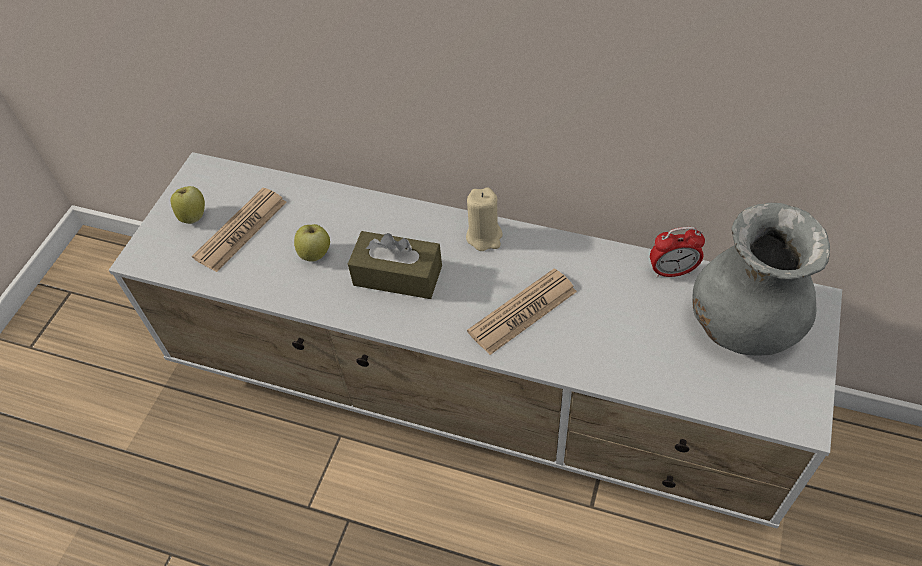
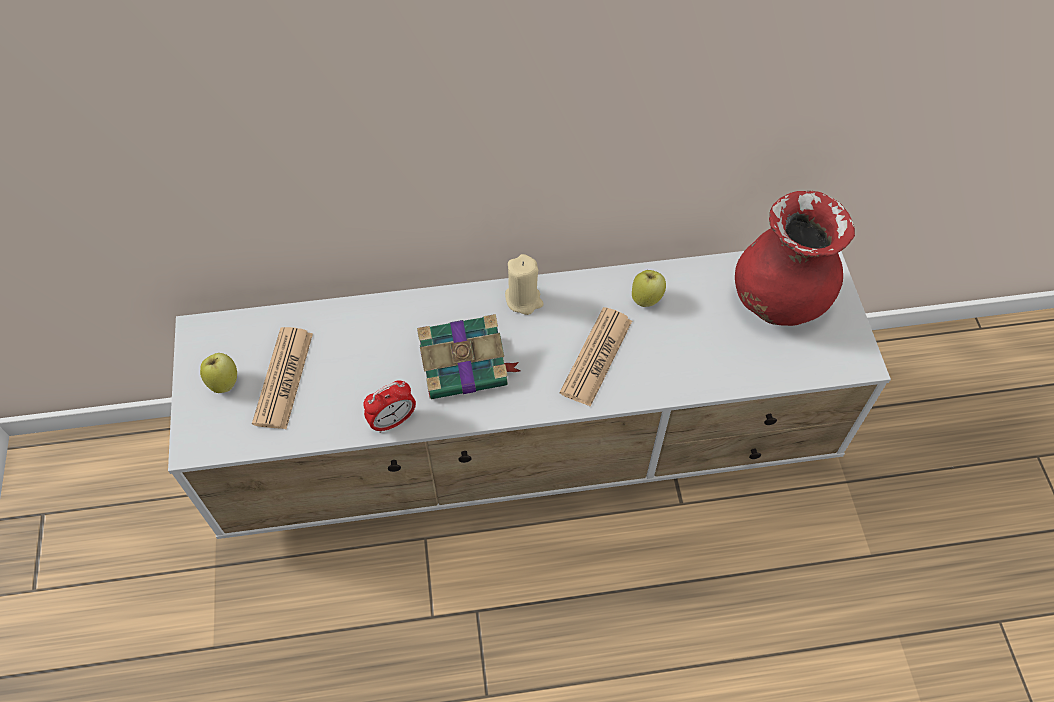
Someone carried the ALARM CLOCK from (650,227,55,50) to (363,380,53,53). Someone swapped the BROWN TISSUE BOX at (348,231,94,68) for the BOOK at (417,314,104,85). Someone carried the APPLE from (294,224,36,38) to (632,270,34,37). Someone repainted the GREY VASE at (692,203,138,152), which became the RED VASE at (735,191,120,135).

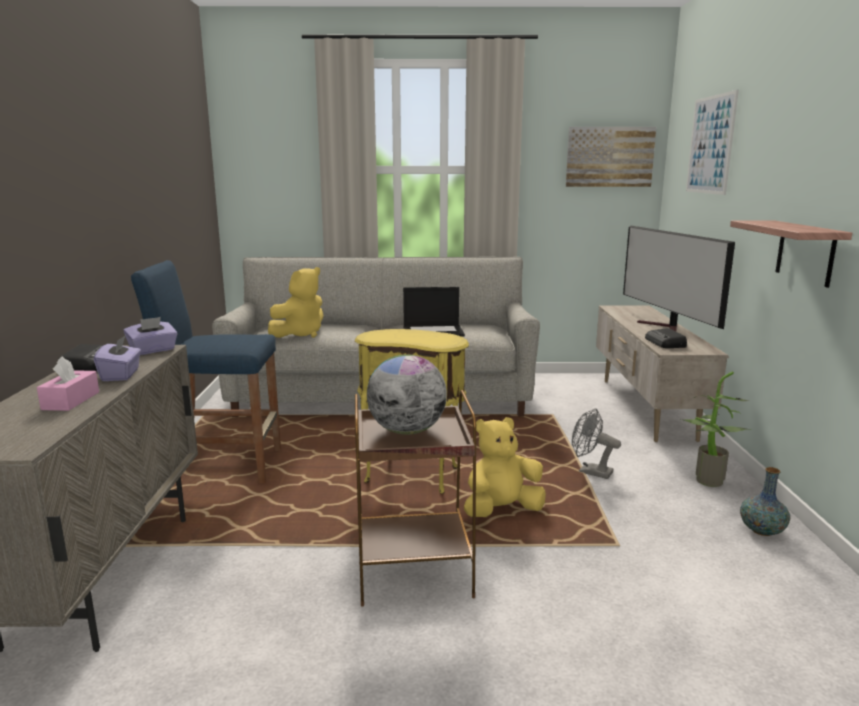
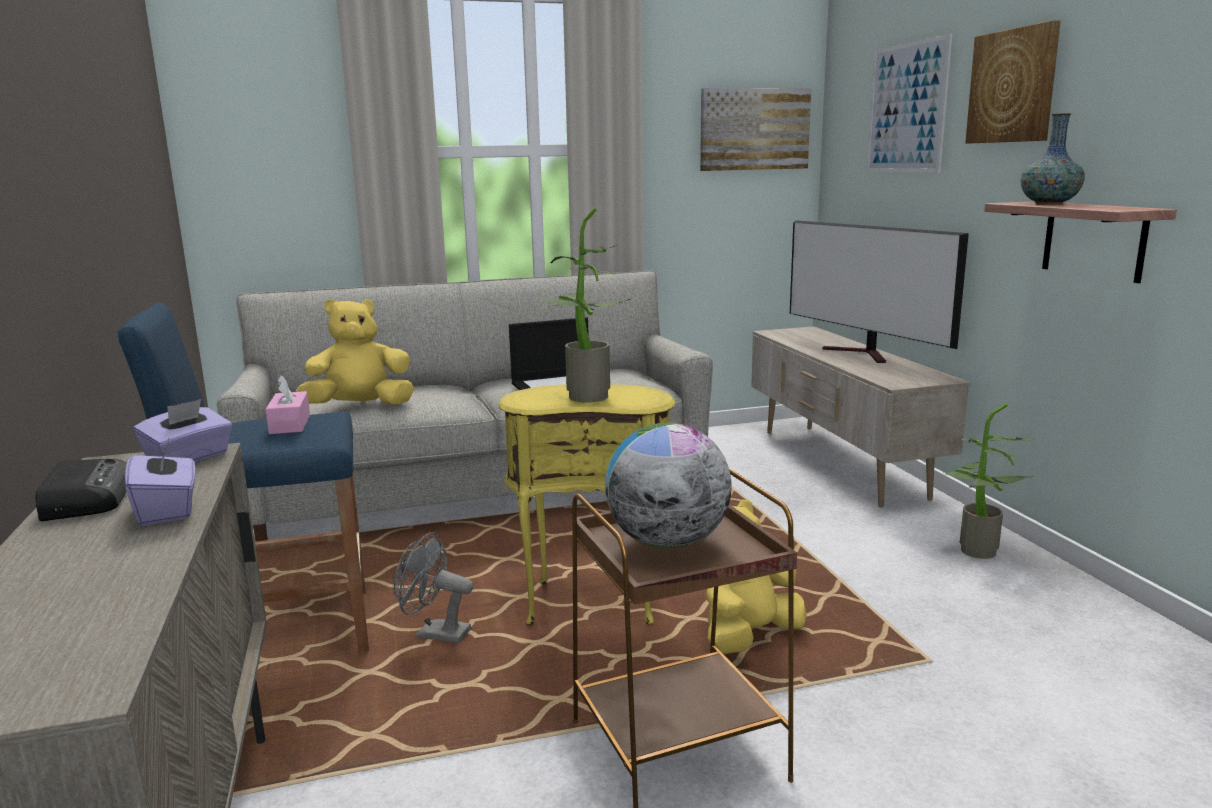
Someone carried the PINK TISSUE BOX from (37,356,62,55) to (265,376,45,58). Someone rotated the YELLOW PLUSH TOY at (268,267,55,71) by 135 degrees counterclockwise. Someone carried the GREY FAN from (572,408,49,71) to (394,532,79,111). Someone put down the POTTED PLANT at (532,207,98,196). Someone put up the PICTURE at (965,20,96,124). Someone carried the VASE from (740,467,50,69) to (1020,113,65,92). Someone took away the RADIO at (645,328,42,20).

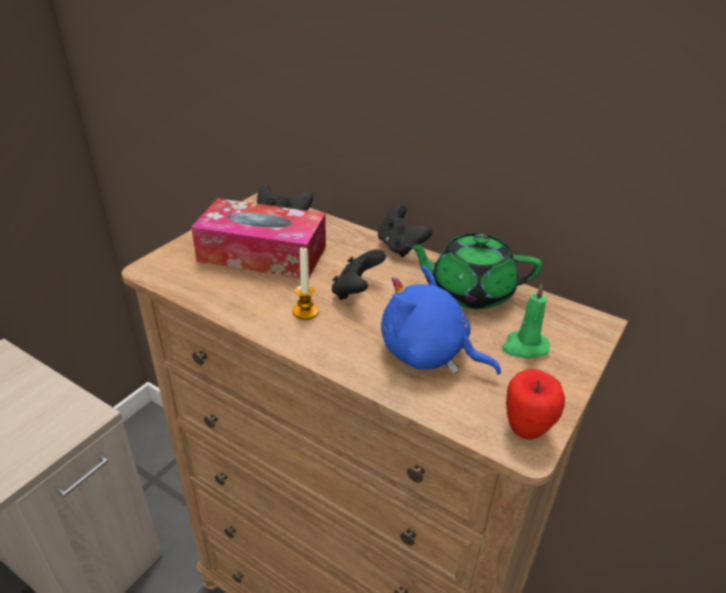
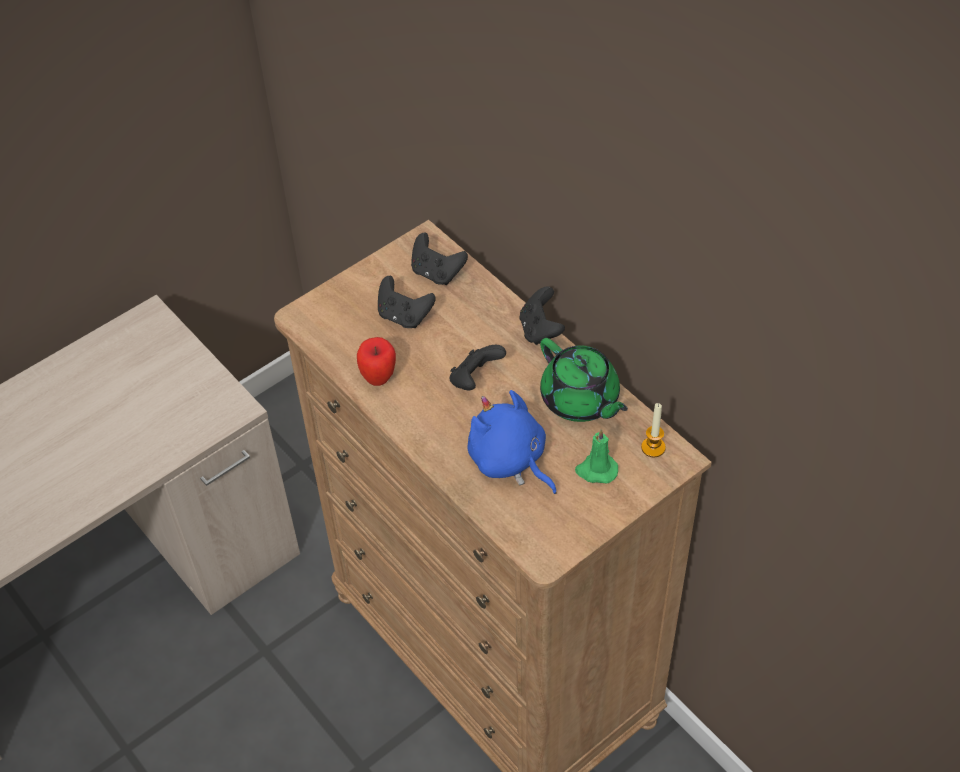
Someone carried the APPLE from (506,369,59,71) to (357,337,39,49). Someone swapped the TISSUE BOX at (191,198,135,80) for the BLACK GAME CONTROLLER at (378,276,58,52). Someone rotated the GREEN TEAPOT at (406,233,136,76) by 150 degrees counterclockwise. Someone carried the CANDLE from (293,246,26,74) to (641,403,25,54).

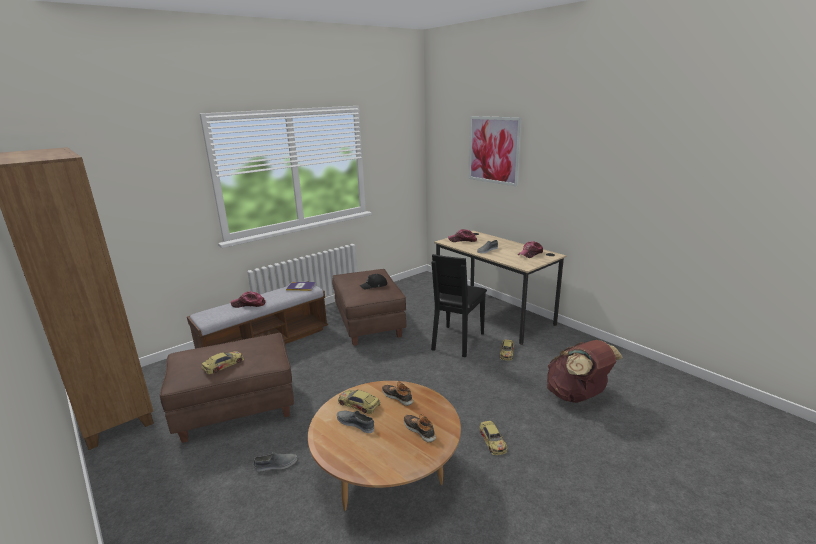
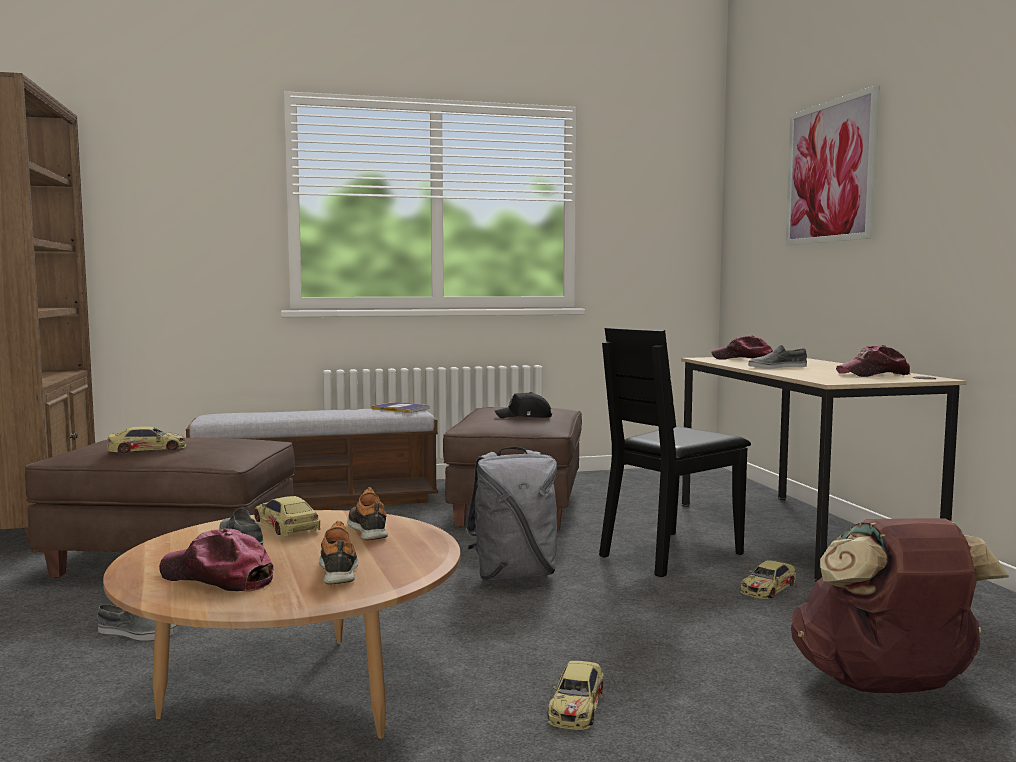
Someone carried the CAP from (231,291,34,17) to (159,528,114,64). Someone put down the GREY BACKPACK at (466,447,91,134).

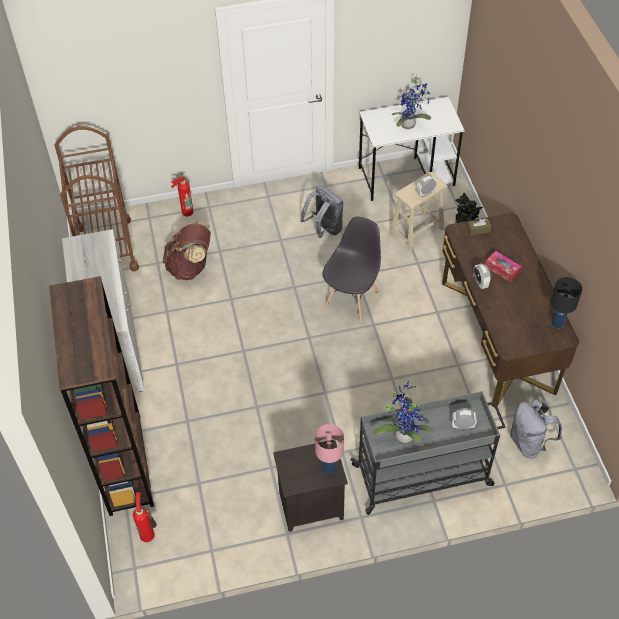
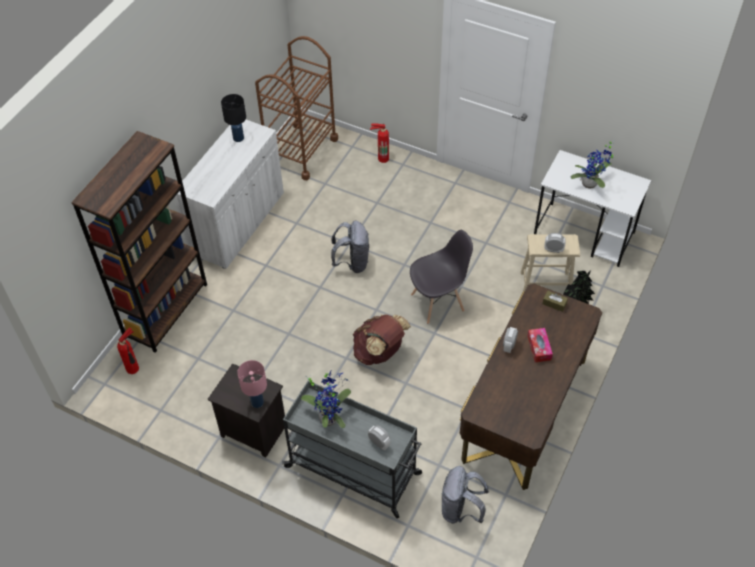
Someone carried the BLACK TABLE LAMP from (551,277,31,51) to (221,94,25,48). Someone carried the GREY BACKPACK from (300,186,43,52) to (331,221,38,52). Someone carried the BROWN BACKPACK from (163,221,48,59) to (353,314,58,51).

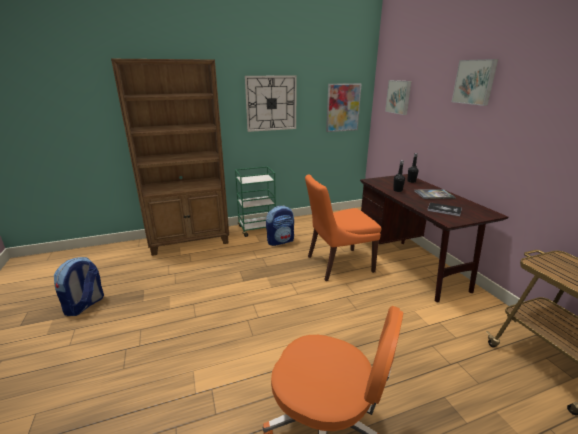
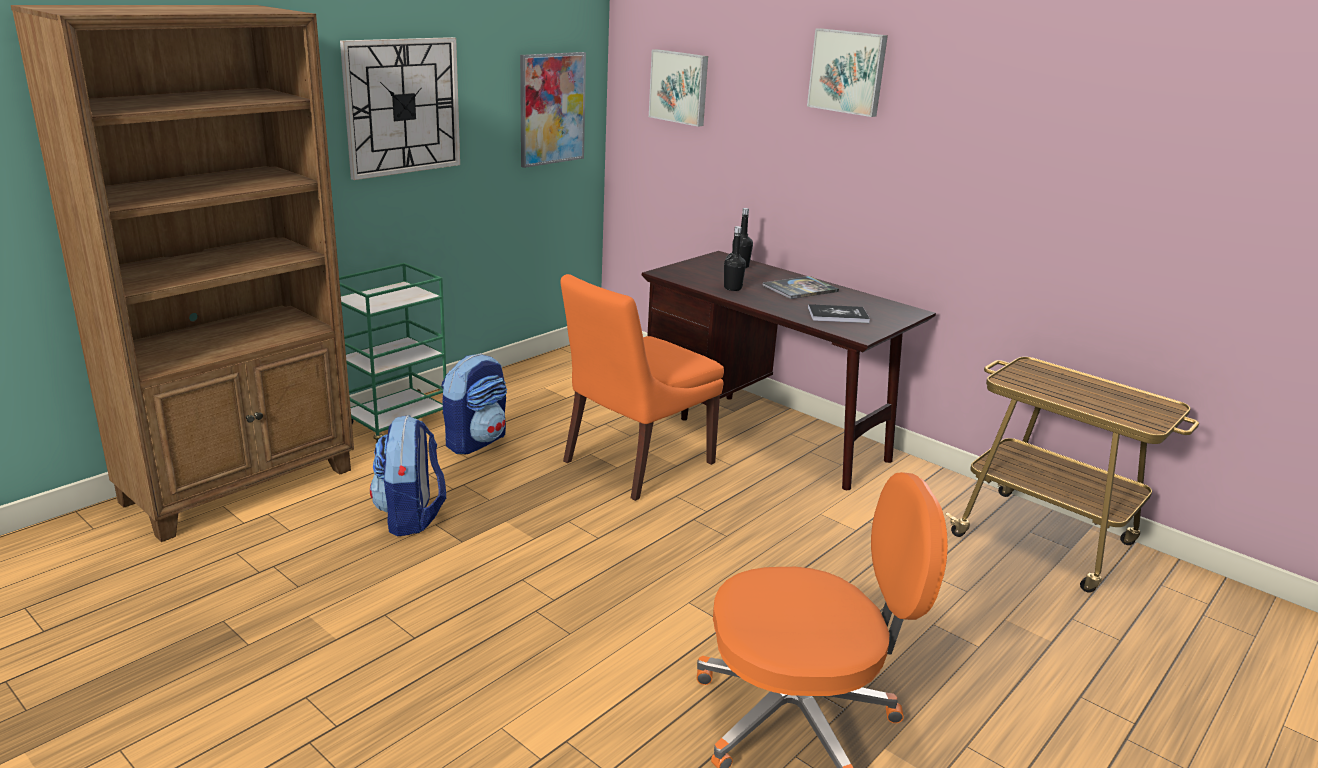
Someone carried the BACKPACK from (54,257,50,59) to (370,415,76,121).

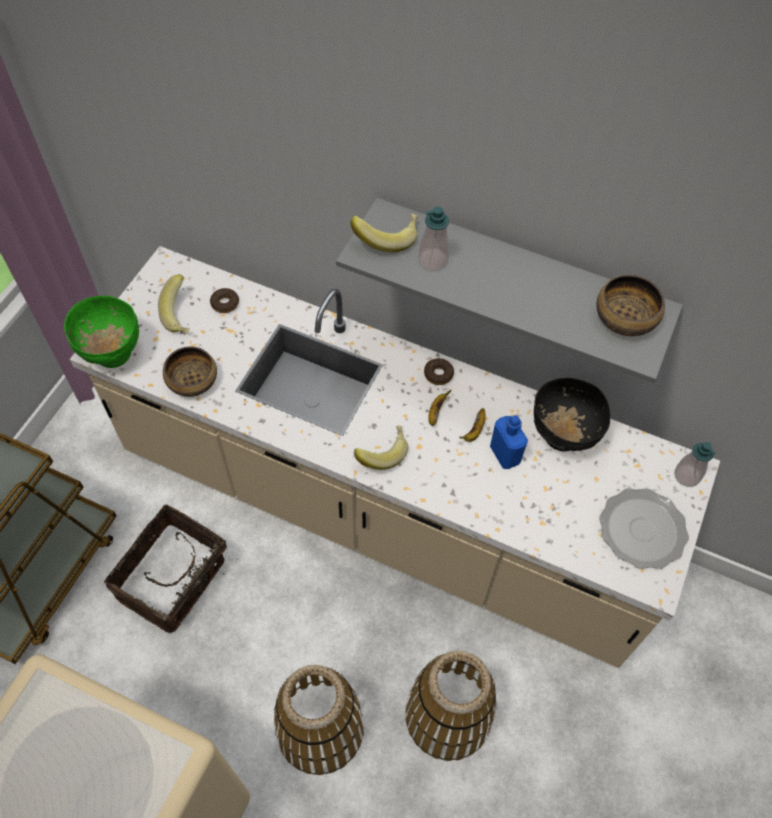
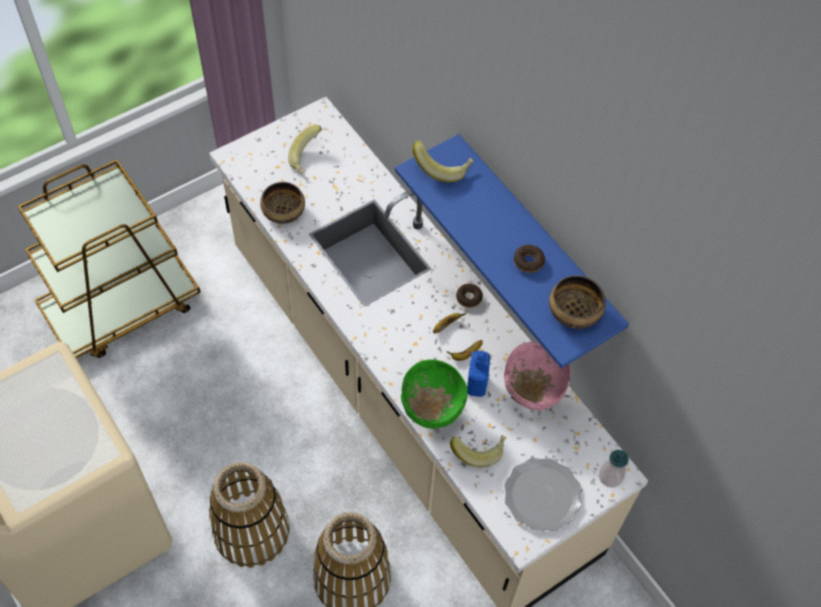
Someone repainted the GREY SHELF at (336,198,347,185), which became the BLUE SHELF at (395,134,234,235). Someone carried the GREEN BOWL from (64,296,75,72) to (401,359,67,70). Someone carried the BANANA from (354,425,54,45) to (450,435,56,32). Someone repainted the BLACK BOWL at (534,378,77,74), which became the PINK BOWL at (504,342,67,68). Someone carried the DONUT from (210,288,29,25) to (514,245,31,28). Someone took away the BASKET at (104,504,134,129). Someone took away the SOAP DISPENSER at (418,206,32,65).

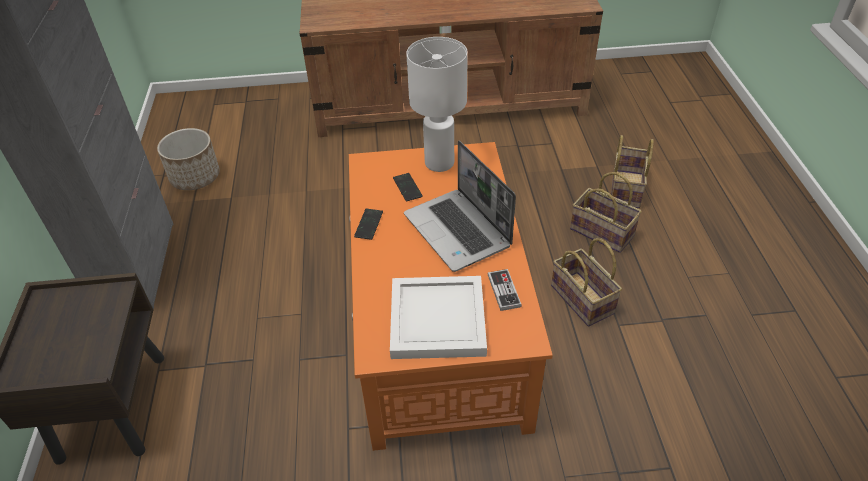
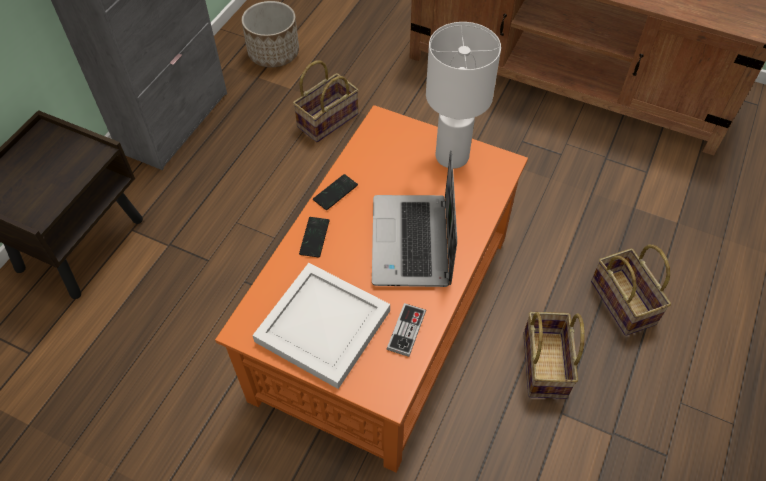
Someone carried the BASKET from (611,135,43,73) to (293,60,66,82). Someone carried the PHONE from (393,173,30,28) to (299,217,30,41).

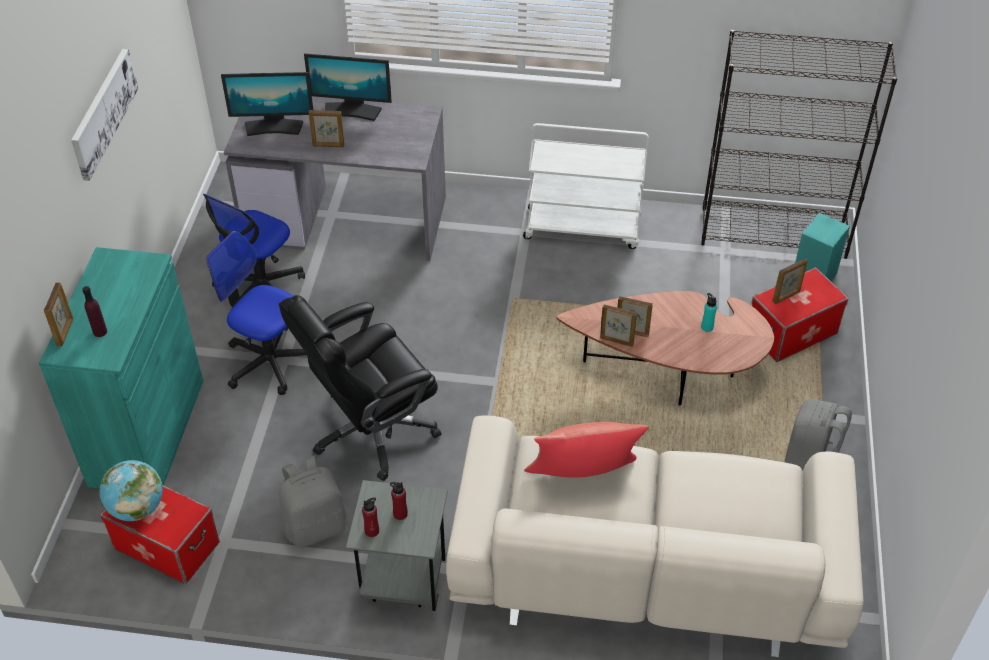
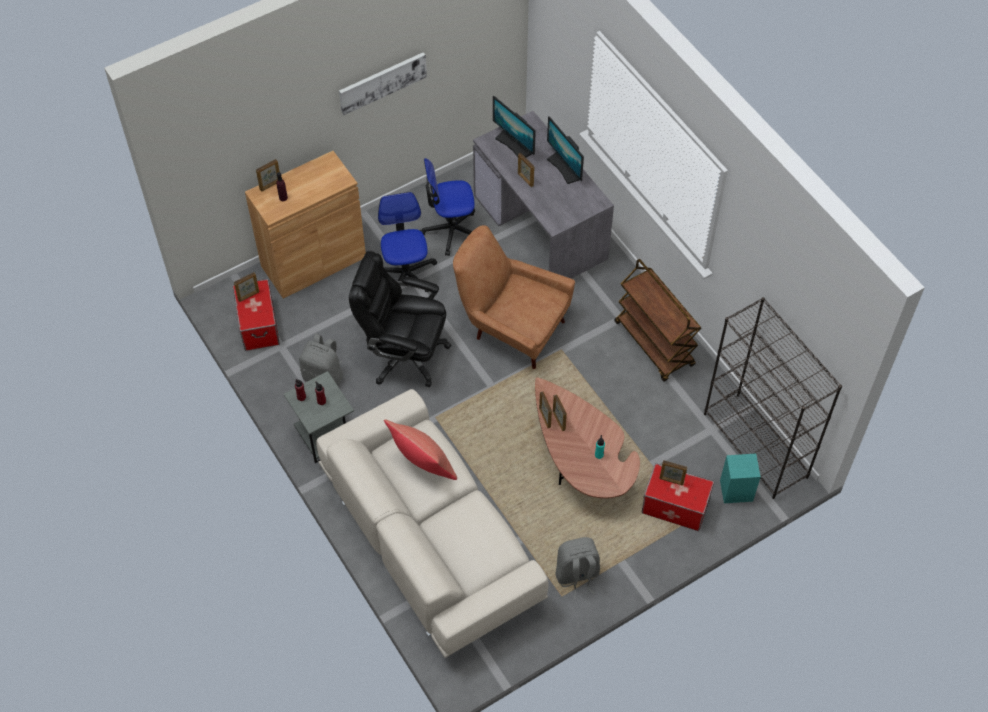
Someone swapped the GLOBE at (99,460,64,61) for the PICTURE FRAME at (234,272,25,30). Someone repainted the TURQUOISE CABINET at (39,247,164,242), which became the BROWN CABINET at (245,151,121,148). Someone put down the BROWN ARMCHAIR at (453,225,122,144). Someone repainted the WHITE CART at (523,123,126,126), which became the BROWN CART at (614,259,87,123).

